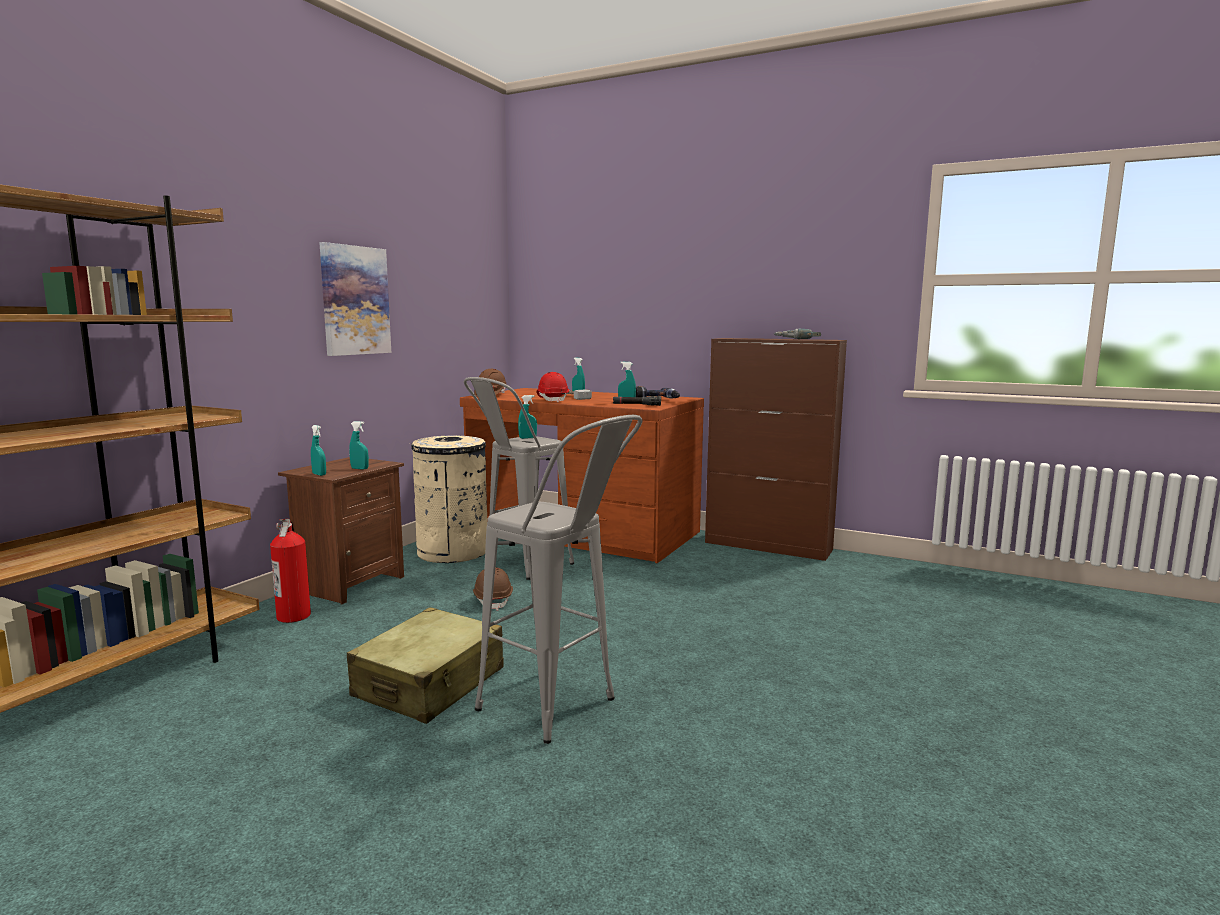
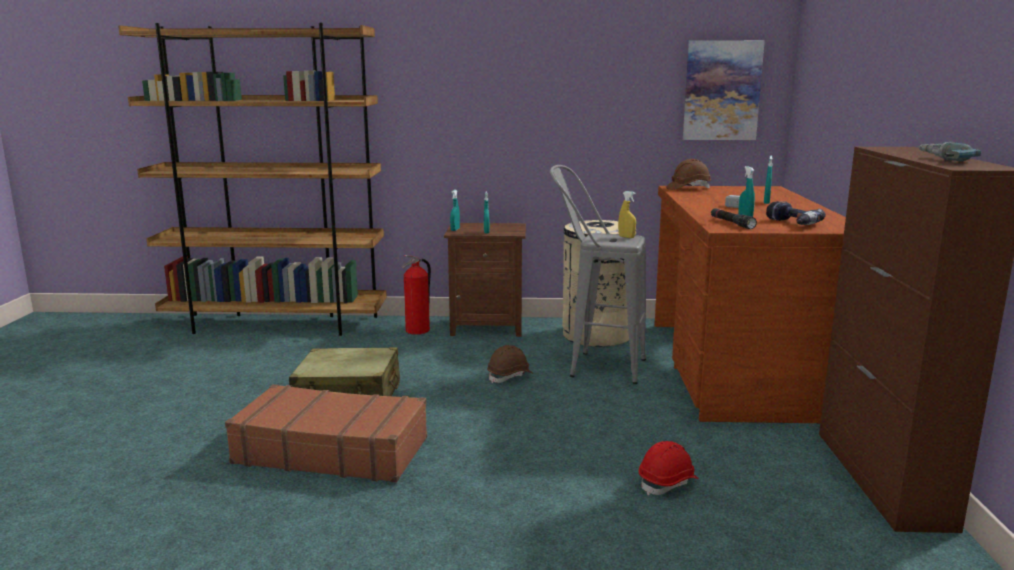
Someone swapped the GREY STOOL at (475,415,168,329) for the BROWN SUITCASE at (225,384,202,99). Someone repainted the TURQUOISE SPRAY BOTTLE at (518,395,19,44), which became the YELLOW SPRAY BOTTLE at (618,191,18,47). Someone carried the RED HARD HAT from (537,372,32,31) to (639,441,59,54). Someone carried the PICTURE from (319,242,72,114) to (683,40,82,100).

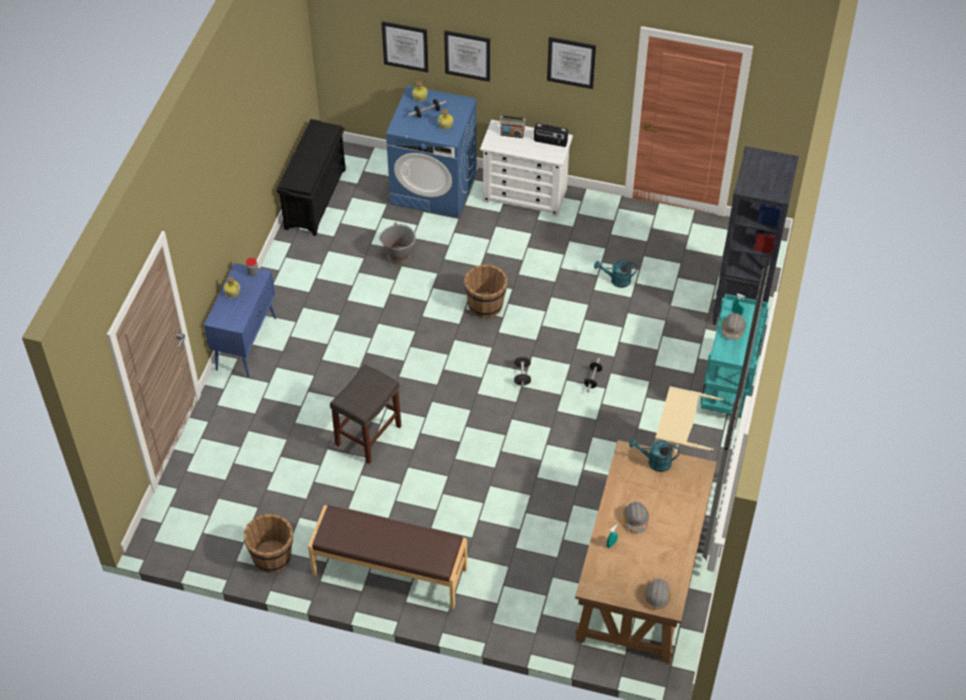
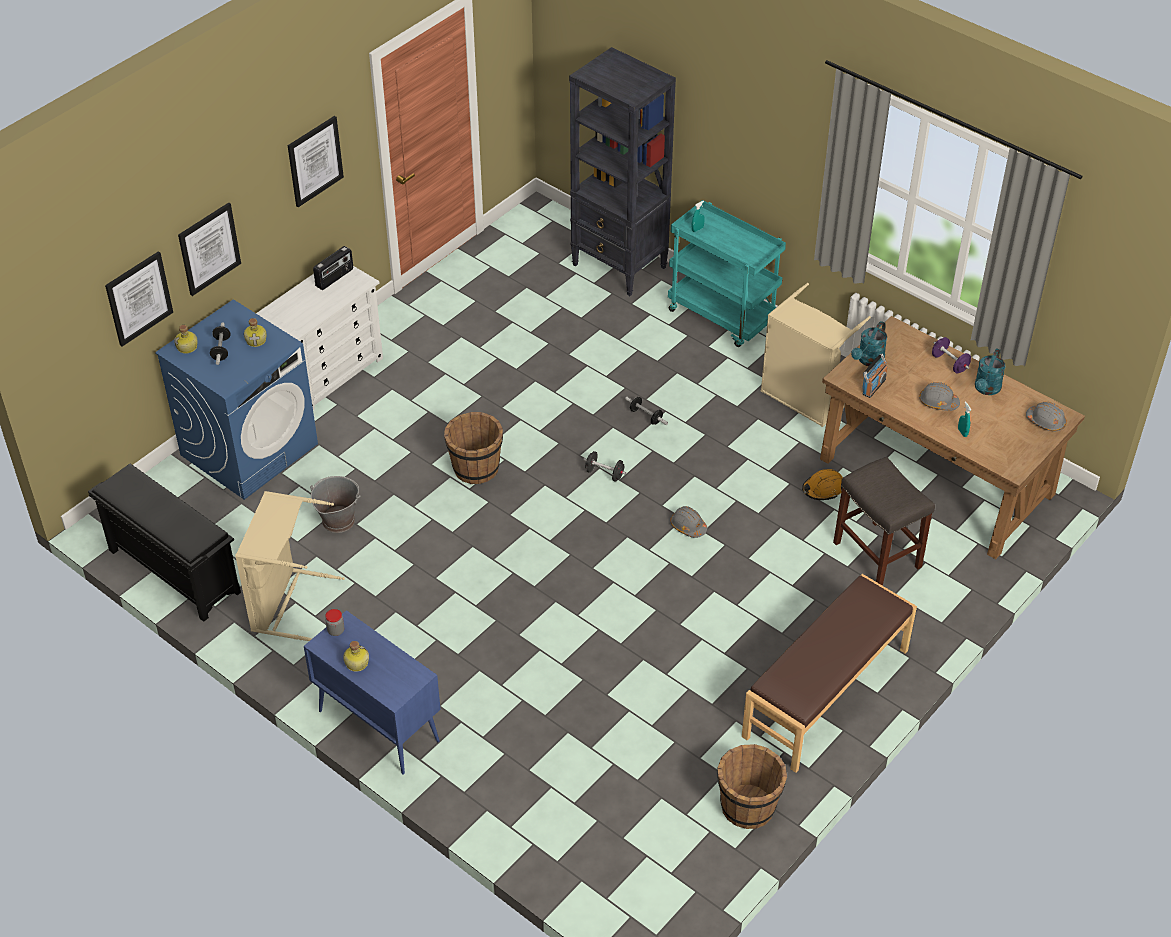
Someone put down the BEIGE LAUNDRY BASKET at (235,491,110,150). Someone carried the GREY HARD HAT from (722,313,24,27) to (670,506,37,32). Someone put down the ORANGE HARD HAT at (802,469,41,31). Someone carried the GREY STOOL from (330,364,71,100) to (833,457,102,129). Someone carried the RADIO from (500,115,25,23) to (862,354,26,44). Someone put down the PURPLE DUMBBELL at (932,337,39,36). Someone carried the TURQUOISE WATERING CAN from (594,260,43,28) to (975,348,30,47).

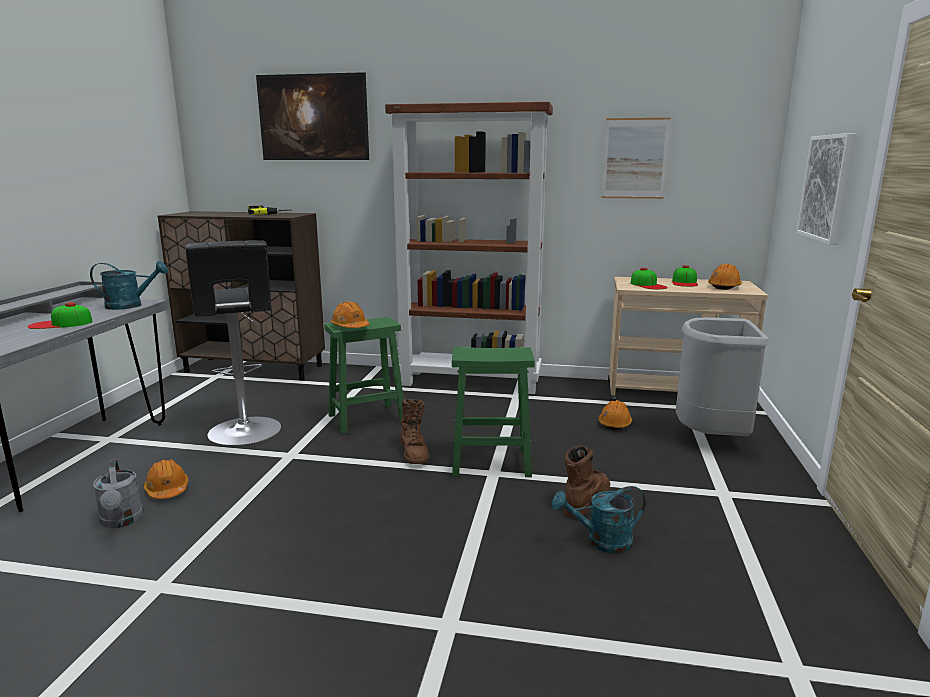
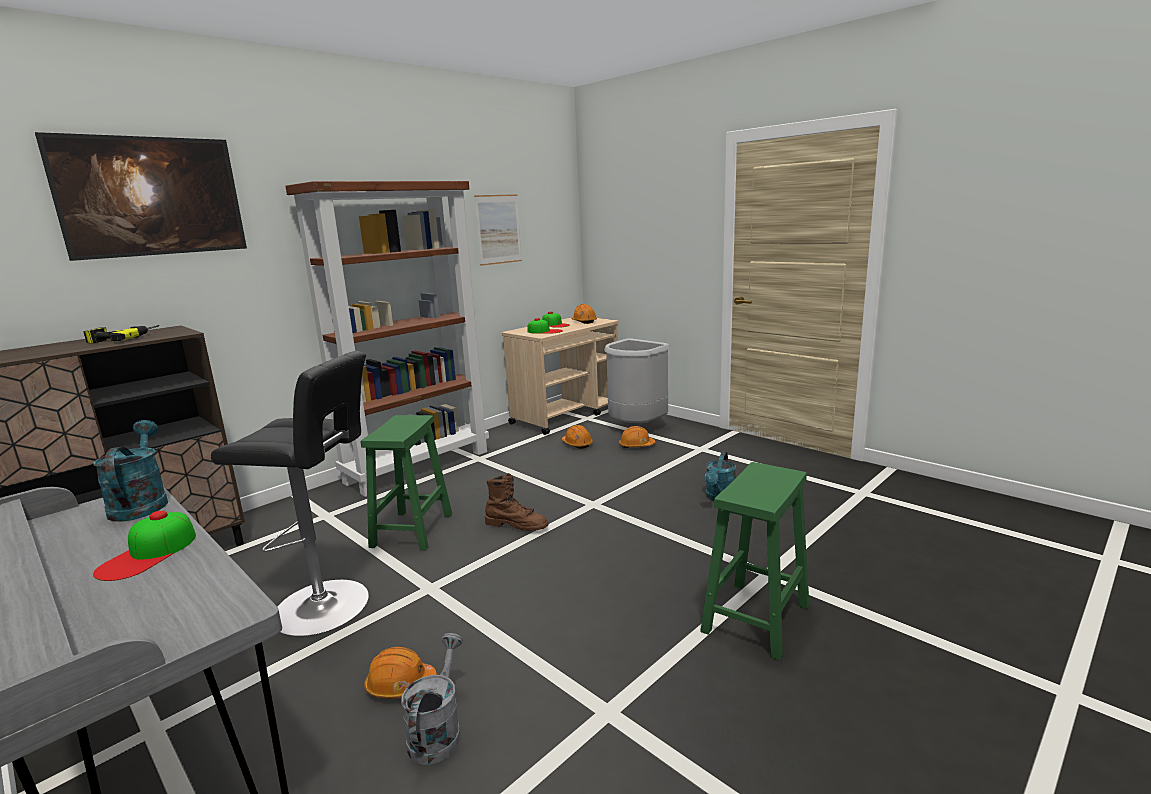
Someone rotated the TURQUOISE WATERING CAN at (90,261,78,49) by 45 degrees counterclockwise. Someone rotated the GREY WATERING CAN at (93,459,51,69) by 90 degrees counterclockwise. Someone carried the ORANGE HARD HAT from (331,301,39,27) to (619,426,36,22). Someone carried the GREEN STOOL from (452,347,83,130) to (700,462,109,199). Someone took away the BROWN BOOT at (564,446,46,72). Someone took away the PICTURE at (797,133,60,112).

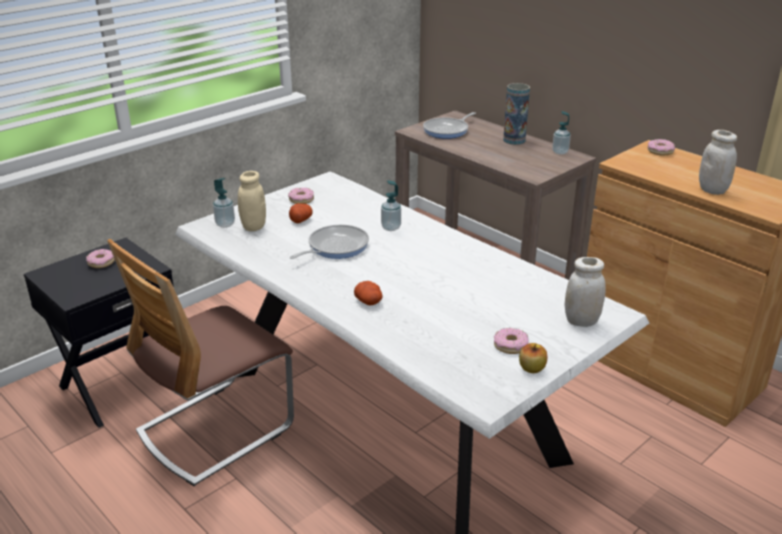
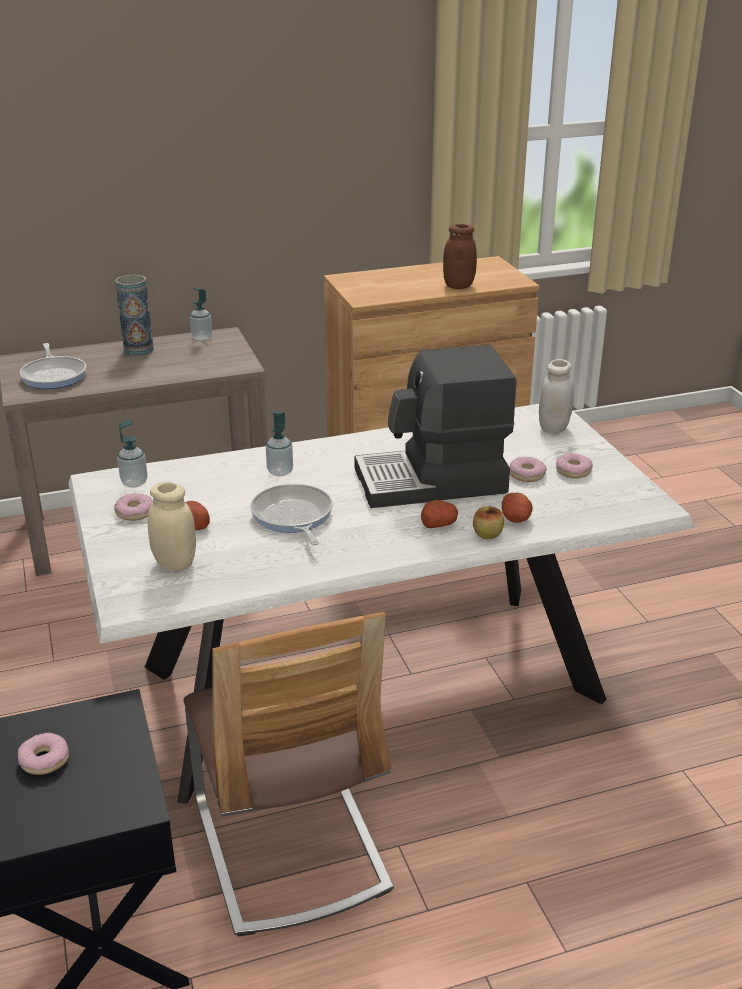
Someone carried the SOAP DISPENSER from (213,178,22,50) to (117,419,31,69). Someone put down the COFFEE MACHINE at (354,345,163,163). Someone repainted the WHITE JAR at (699,130,38,65), which became the BROWN JAR at (443,224,34,65). Someone carried the APPLE from (519,343,28,30) to (473,506,31,33). Someone put down the POTATO at (502,493,31,30). Someone carried the DONUT from (647,139,28,16) to (510,457,37,25).

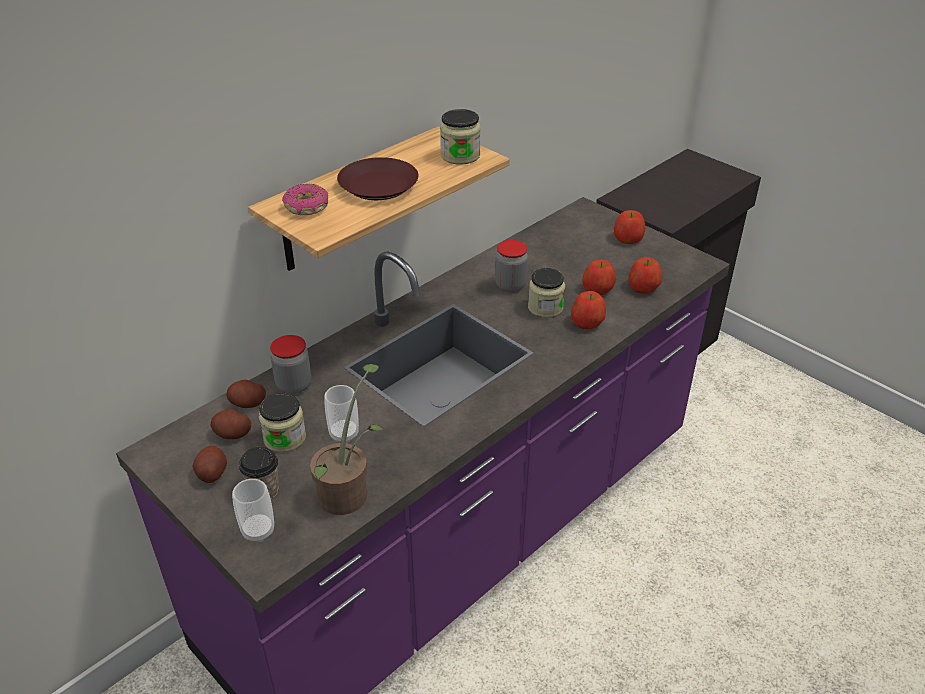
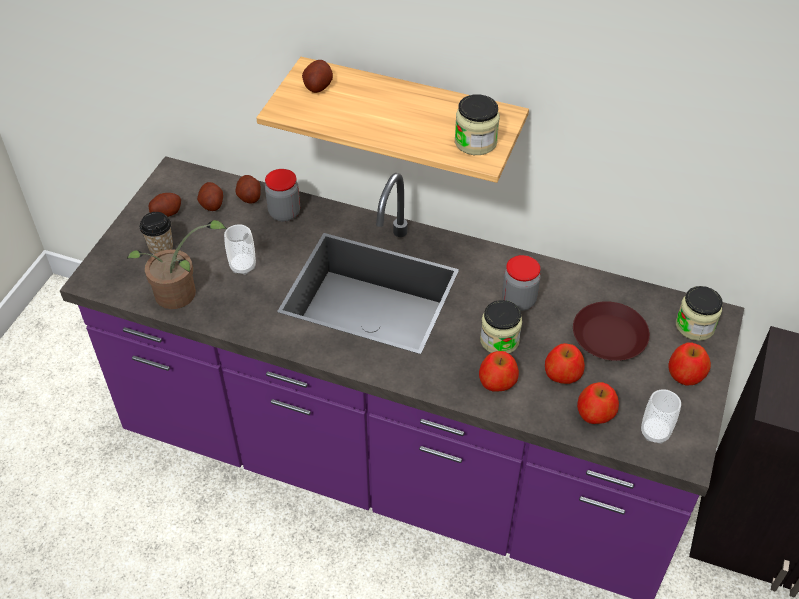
Someone swapped the DONUT at (282,184,46,31) for the POTATO at (302,60,31,33). Someone carried the BROWN PLATE from (337,157,81,43) to (573,301,77,60). Someone carried the CUP from (232,479,42,63) to (641,389,40,55). Someone carried the JAR from (259,393,47,59) to (676,286,47,55).

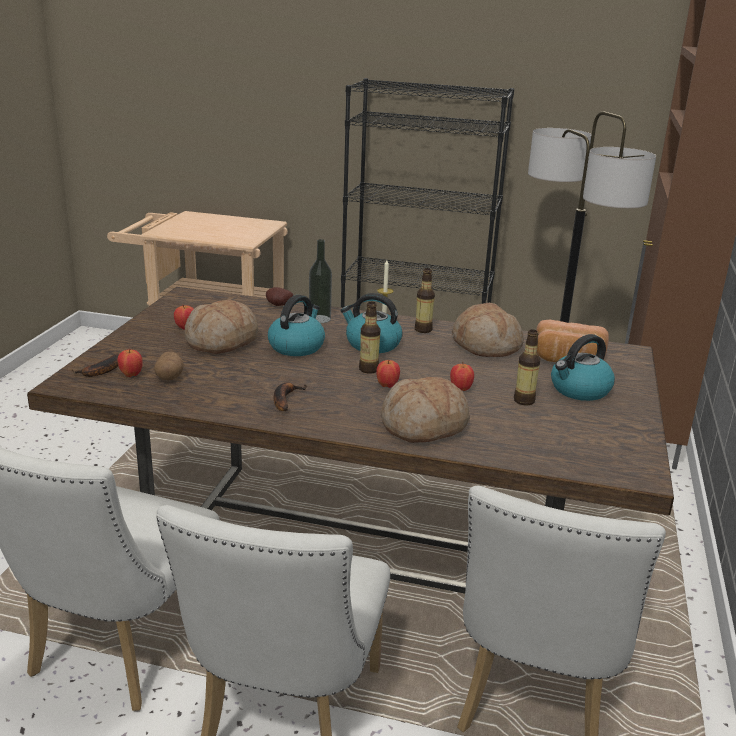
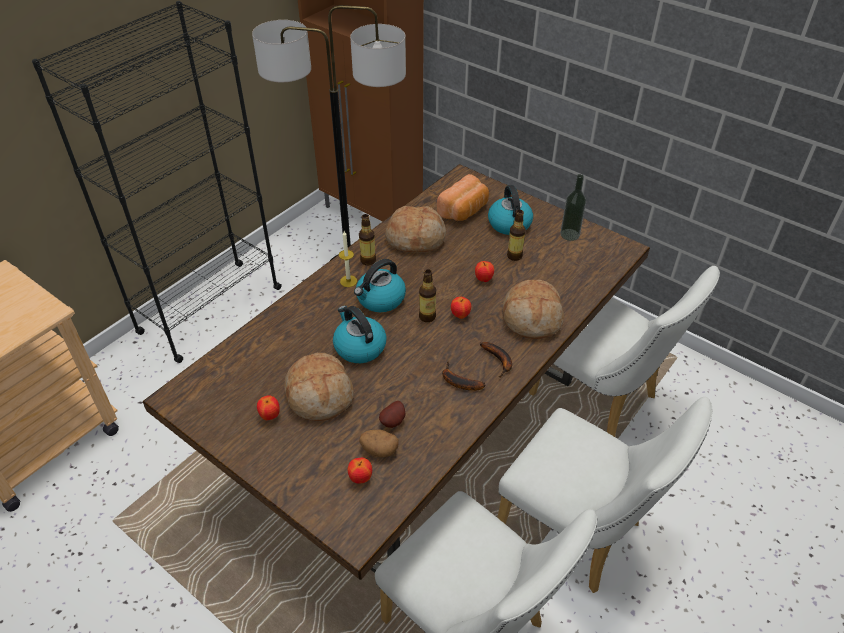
Someone carried the POTATO from (266,287,28,19) to (379,401,27,27). Someone carried the BANANA from (71,353,48,24) to (480,342,32,35). Someone carried the BOTTLE from (309,239,23,84) to (560,174,26,67).

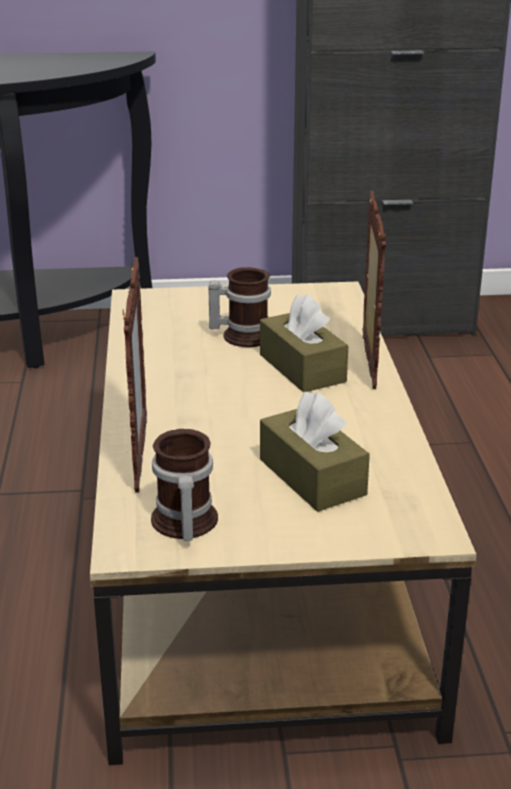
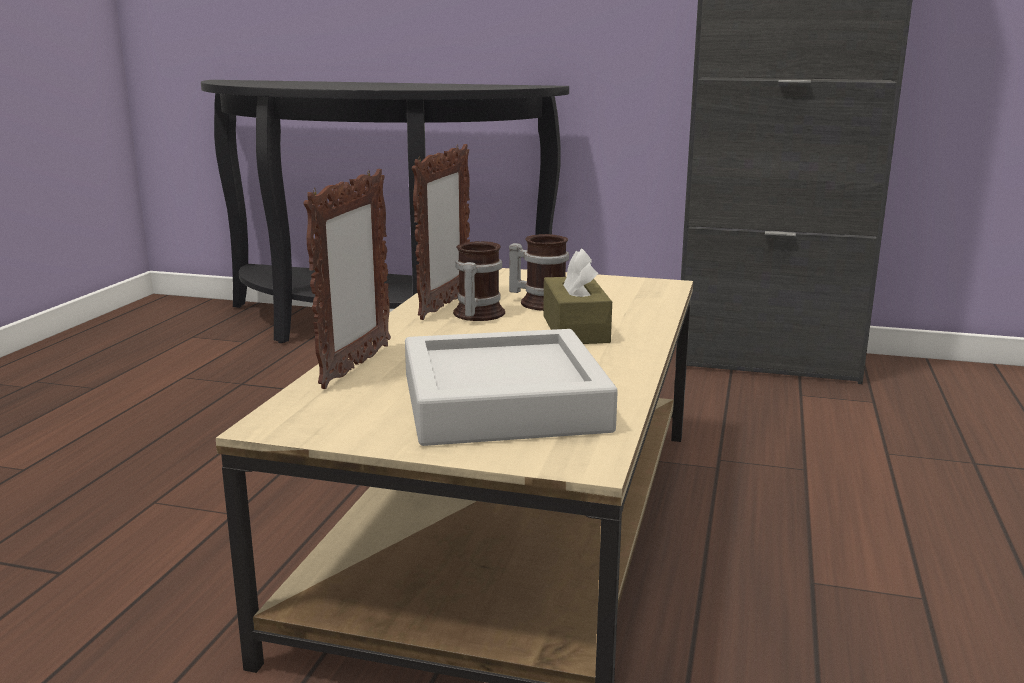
Someone swapped the BROWN TISSUE BOX at (260,392,110,120) for the GREY TRAY at (405,329,213,117). Someone carried the PICTURE FRAME from (363,191,23,198) to (412,144,58,176). Someone carried the MUG from (151,429,67,112) to (453,241,52,80).

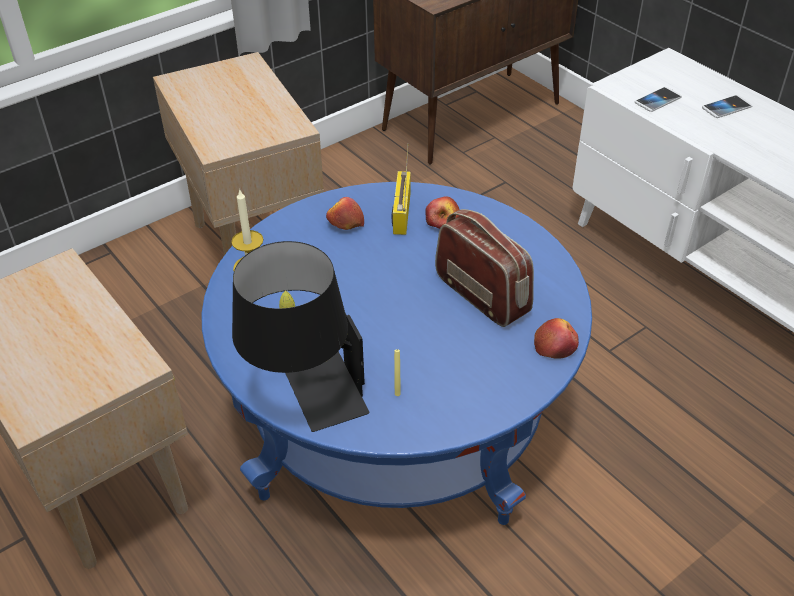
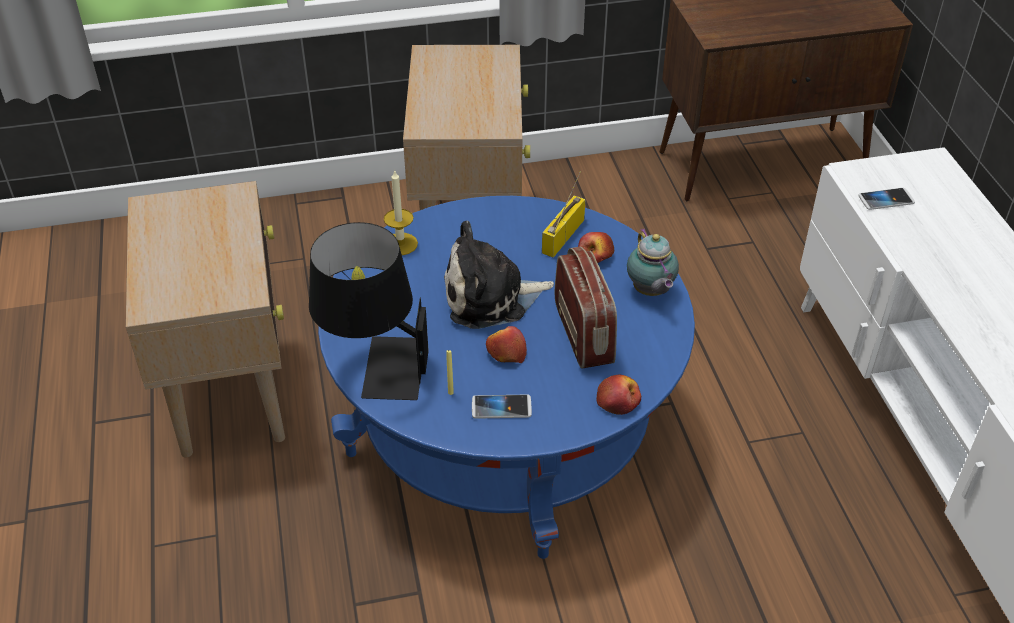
Someone put down the PLUSH TOY at (444,220,110,109). Someone carried the PHONE from (702,95,50,23) to (472,395,60,23). Someone carried the APPLE from (326,197,38,33) to (486,326,41,37). Someone put down the TEAPOT at (627,228,52,68).

